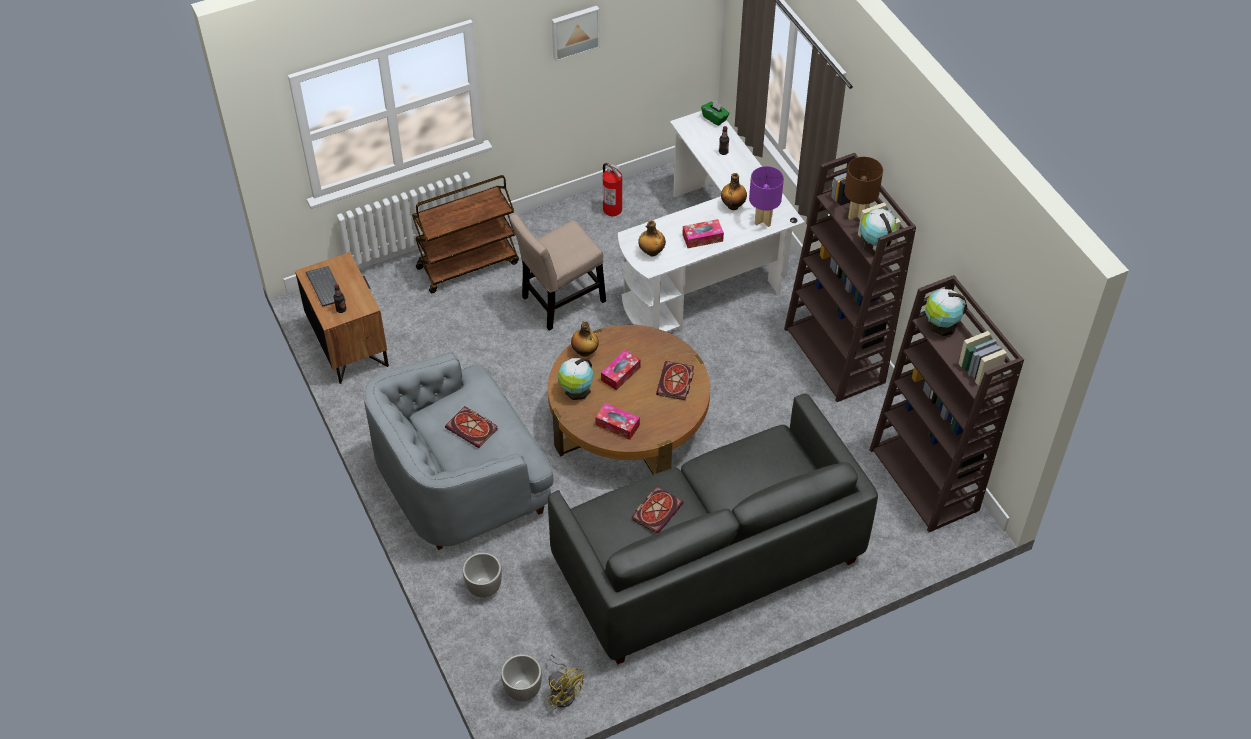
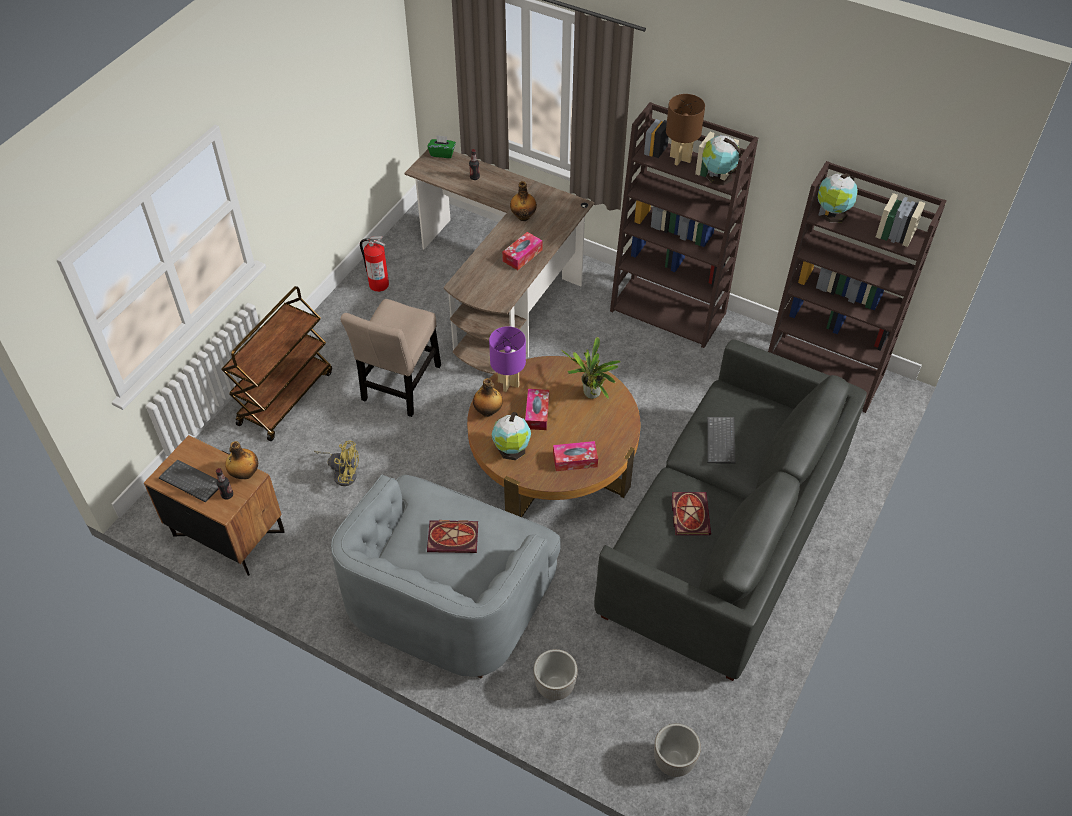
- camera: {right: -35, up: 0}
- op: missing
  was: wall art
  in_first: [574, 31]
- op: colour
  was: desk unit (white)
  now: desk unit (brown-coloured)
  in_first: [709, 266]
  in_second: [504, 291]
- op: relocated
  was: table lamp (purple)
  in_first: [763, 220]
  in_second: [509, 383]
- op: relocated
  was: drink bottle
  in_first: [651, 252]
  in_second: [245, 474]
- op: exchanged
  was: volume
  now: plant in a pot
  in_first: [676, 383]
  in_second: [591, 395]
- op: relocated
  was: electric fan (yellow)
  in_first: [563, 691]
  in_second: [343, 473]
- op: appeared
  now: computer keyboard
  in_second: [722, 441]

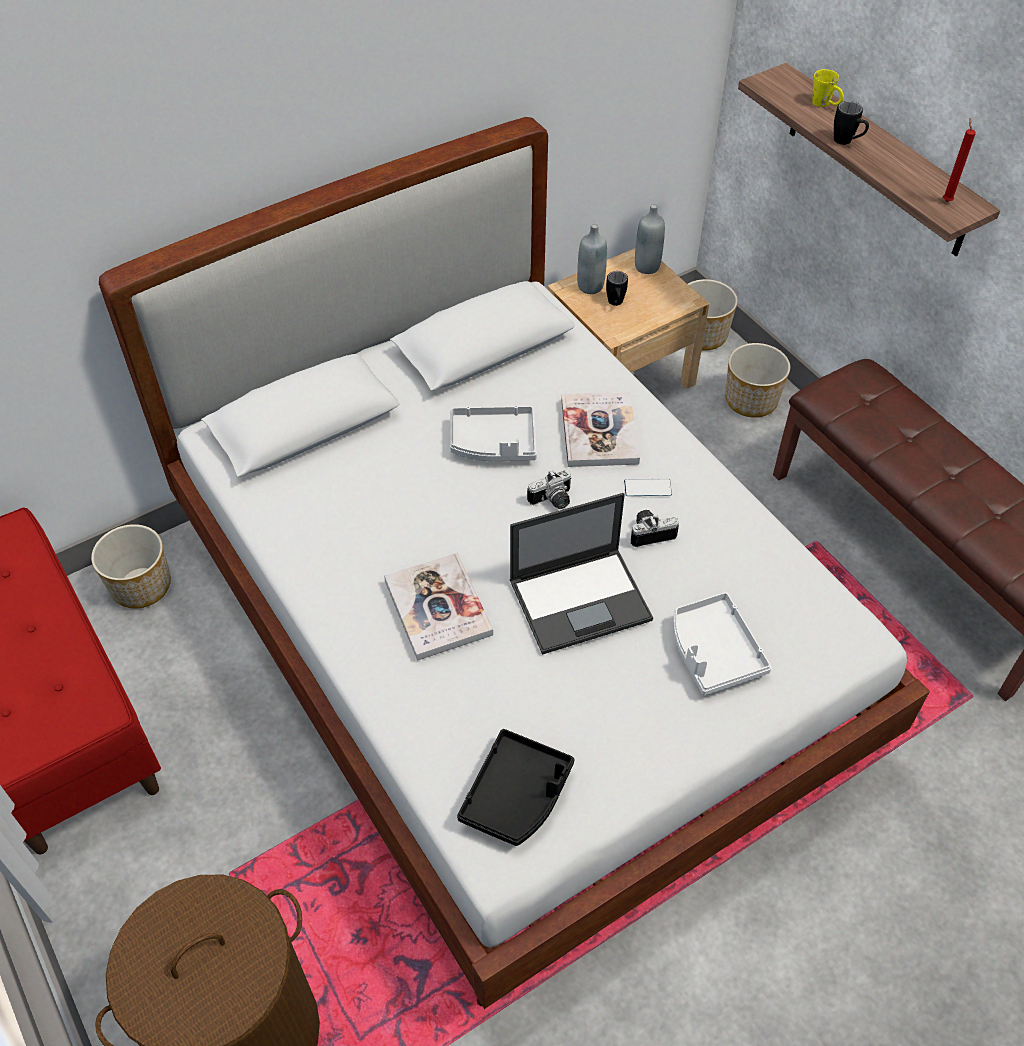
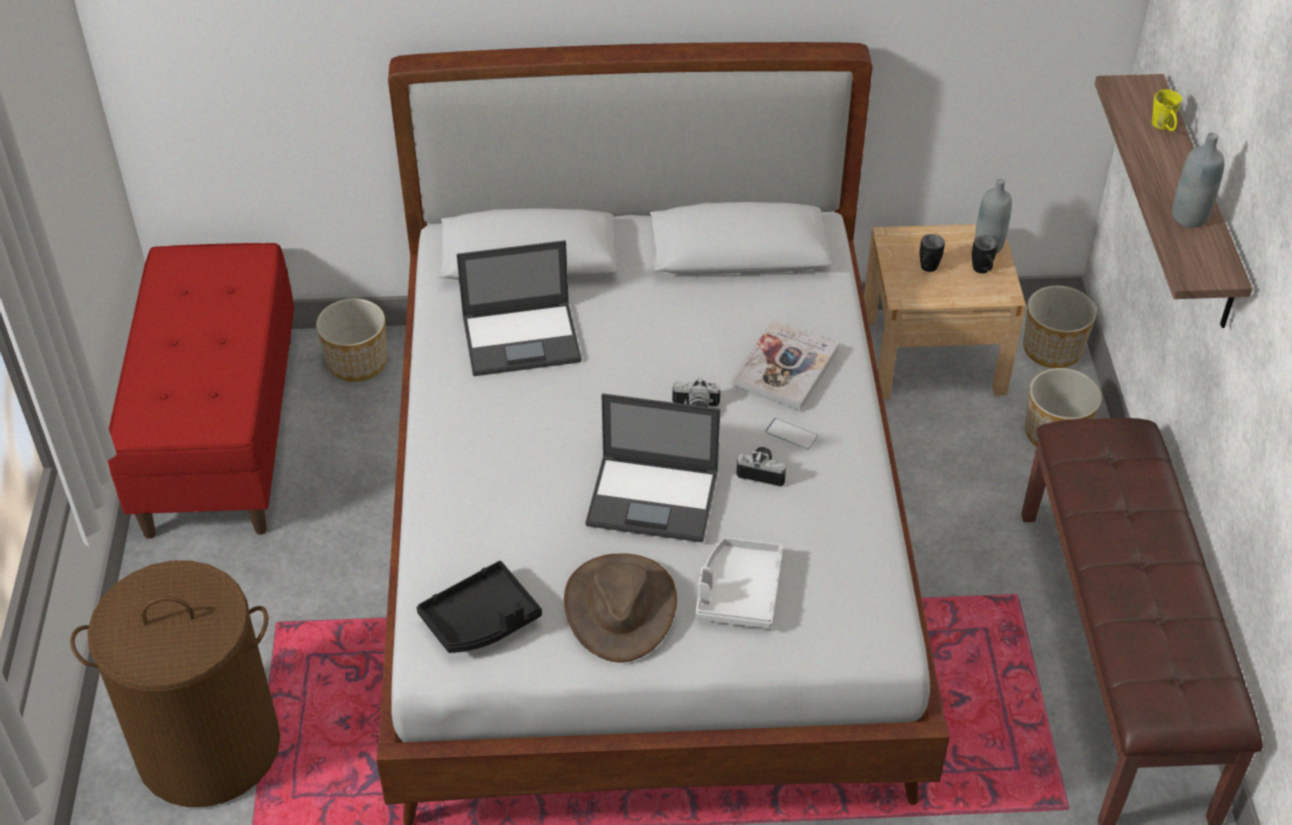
- camera: {right: 30, up: -5}
- op: relocated
  was: tea mug (blackish)
  in_first: [847, 142]
  in_second: [982, 272]
- op: missing
  was: wax candle (red)
  in_first: [946, 200]
- op: relocated
  was: drink bottle (greyish)
  in_first: [590, 286]
  in_second: [1189, 217]
- op: missing
  was: tray (greyish)
  in_first: [493, 443]
- op: missing
  was: volume
  in_first: [438, 608]
- op: appeared
  now: notebook computer
  in_second: [523, 338]
- op: appeared
  now: hat (brown-coloured)
  in_second: [620, 607]

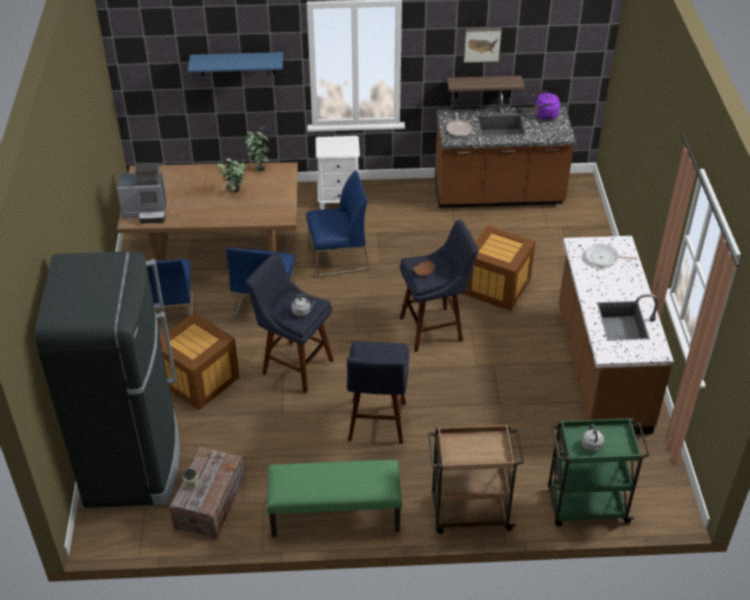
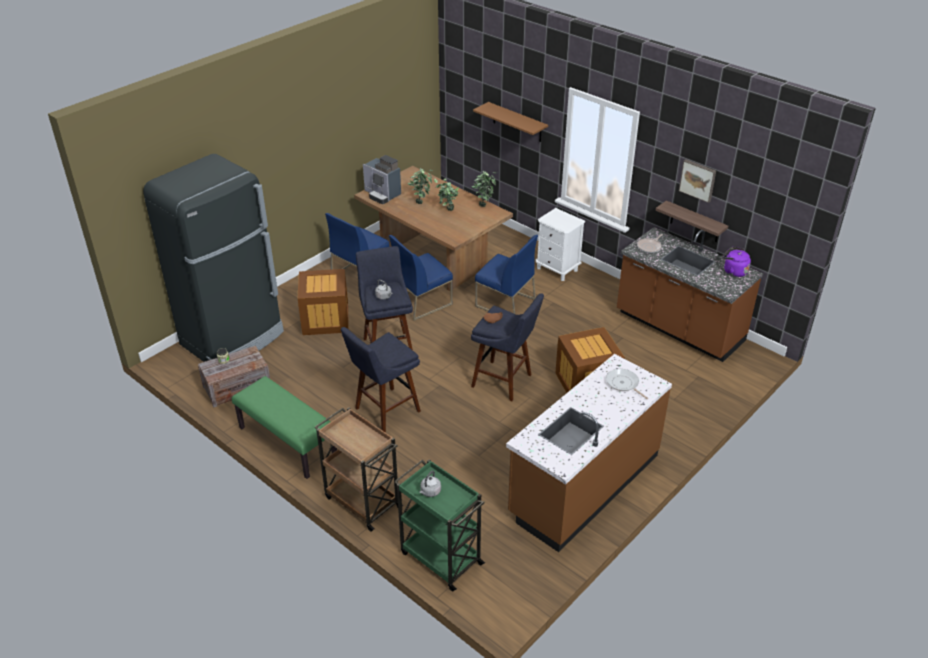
- camera: {right: 45, up: -5}
- op: colour
  was: wall shelf (blue-coloured)
  now: wall shelf (brown-coloured)
  in_first: [237, 64]
  in_second: [517, 122]
- op: appeared
  now: plant in a pot
  in_second: [421, 201]

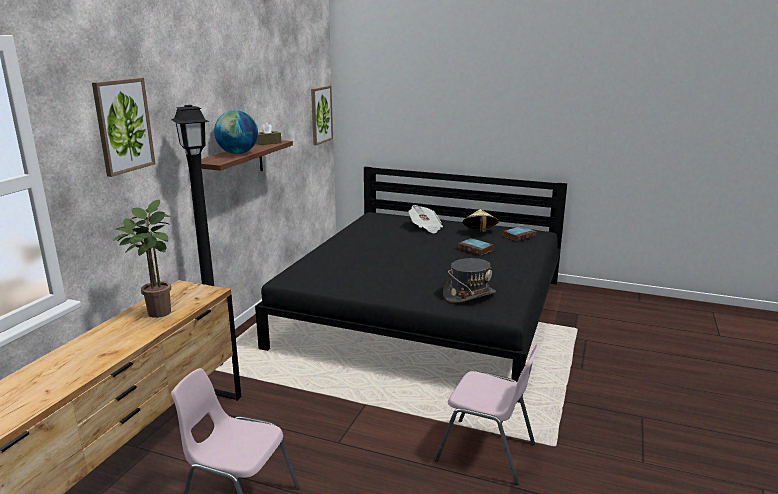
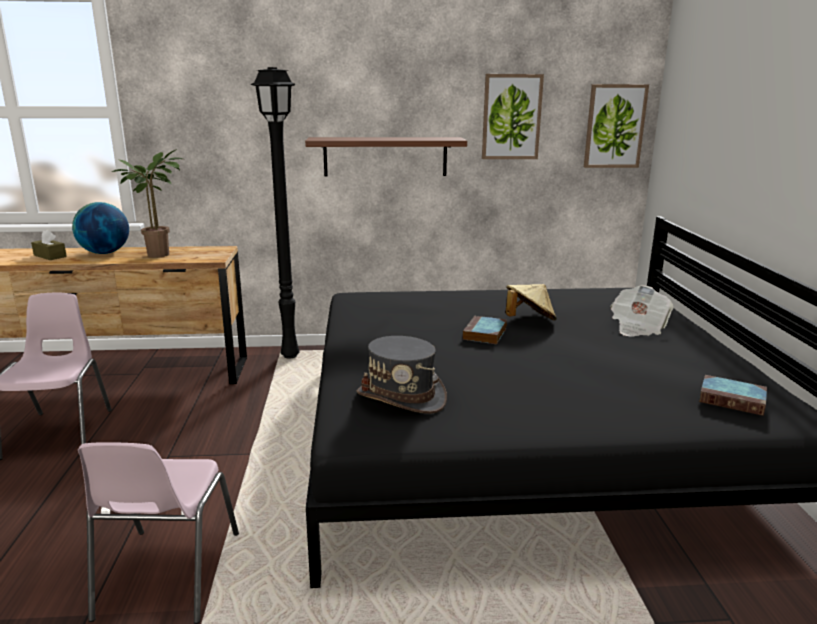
- camera: {right: 65, up: 0}
- op: relocated
  was: wall art
  in_first: [123, 126]
  in_second: [511, 117]
- op: relocated
  was: desk globe
  in_first: [238, 153]
  in_second: [105, 253]
- op: relocated
  was: tissue box (brown-coloured)
  in_first: [268, 143]
  in_second: [50, 256]
- op: relocated
  was: hat (beige)
  in_first: [479, 232]
  in_second: [529, 320]
- op: relocated
  was: volume
  in_first: [476, 249]
  in_second: [485, 334]

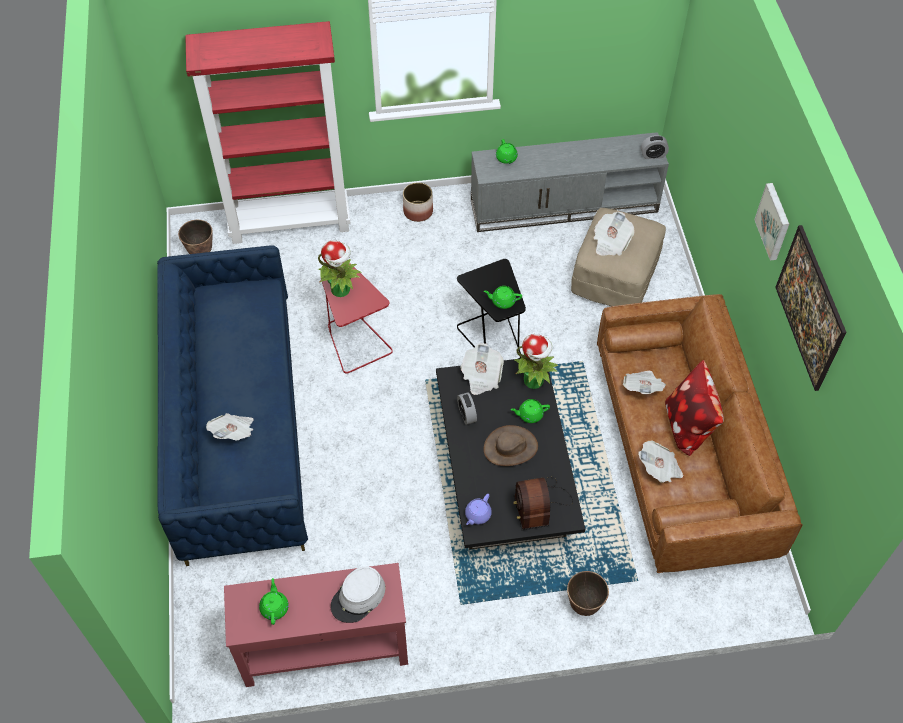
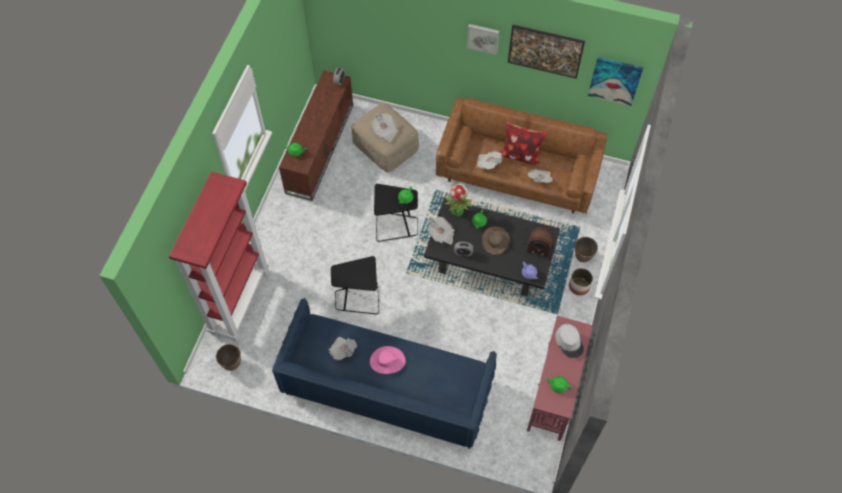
- camera: {right: -65, up: 5}
- op: colour
  was: media console (greyish)
  now: media console (brown-coloured)
  in_first: [564, 205]
  in_second: [319, 147]
- op: relocated
  was: planter
  in_first: [418, 211]
  in_second: [579, 286]
- op: missing
  was: plant in a pot
  in_first: [341, 289]
- op: colour
  was: side table (red)
  now: side table (blackish)
  in_first: [356, 342]
  in_second: [358, 299]
- op: relocated
  was: printed paper
  in_first: [234, 432]
  in_second: [343, 350]
- op: appeared
  now: wall art
  in_second: [615, 80]
- op: appeared
  now: hat (pinkish)
  in_second: [387, 361]

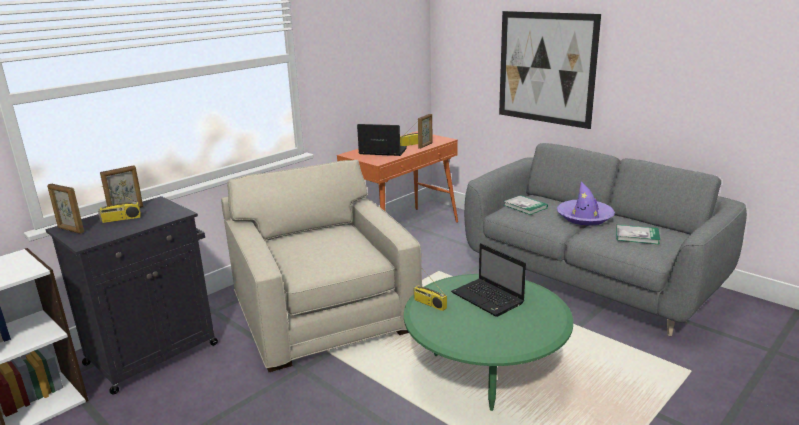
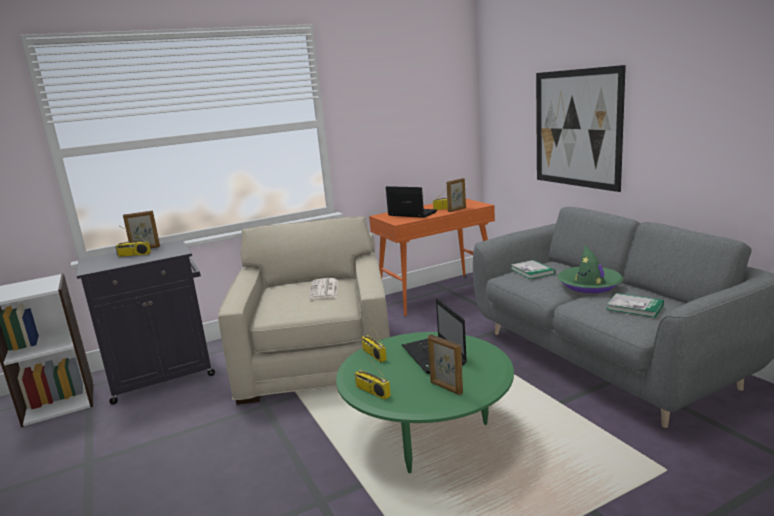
- camera: {right: 20, up: -5}
- op: colour
  was: hat (purple)
  now: hat (green-coloured)
  in_first: [584, 217]
  in_second: [589, 285]
- op: relocated
  was: standing frame
  in_first: [70, 230]
  in_second: [446, 388]
- op: appeared
  now: printed paper
  in_second: [324, 290]
- op: appeared
  now: radio set
  in_second: [372, 391]

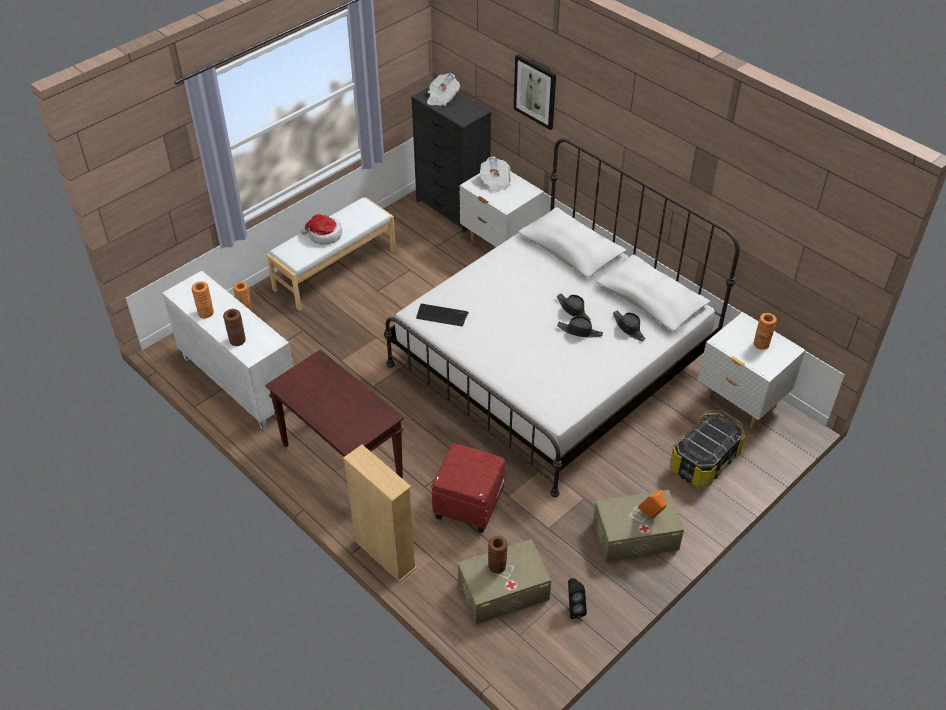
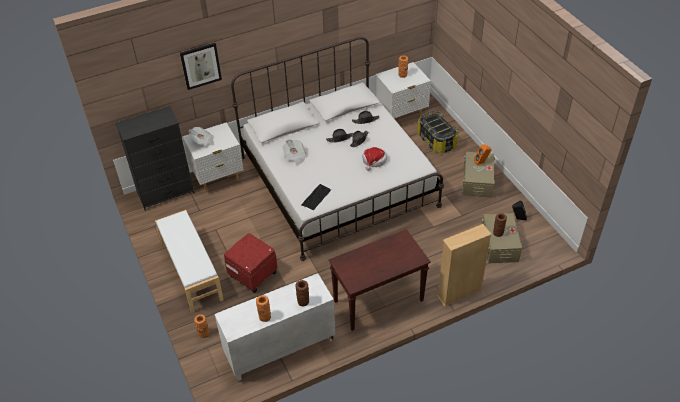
- camera: {right: -70, up: 0}
- op: relocated
  was: printed paper
  in_first: [442, 98]
  in_second: [295, 157]
- op: relocated
  was: hat
  in_first: [324, 235]
  in_second: [374, 160]
- op: relocated
  was: ottoman (red)
  in_first: [468, 504]
  in_second: [252, 274]

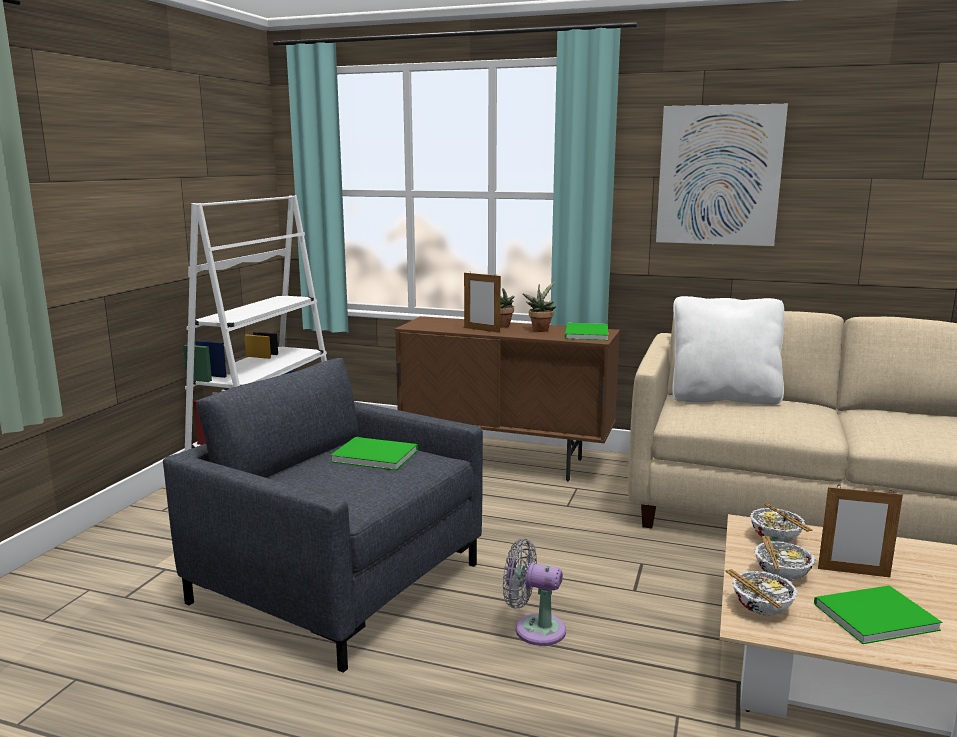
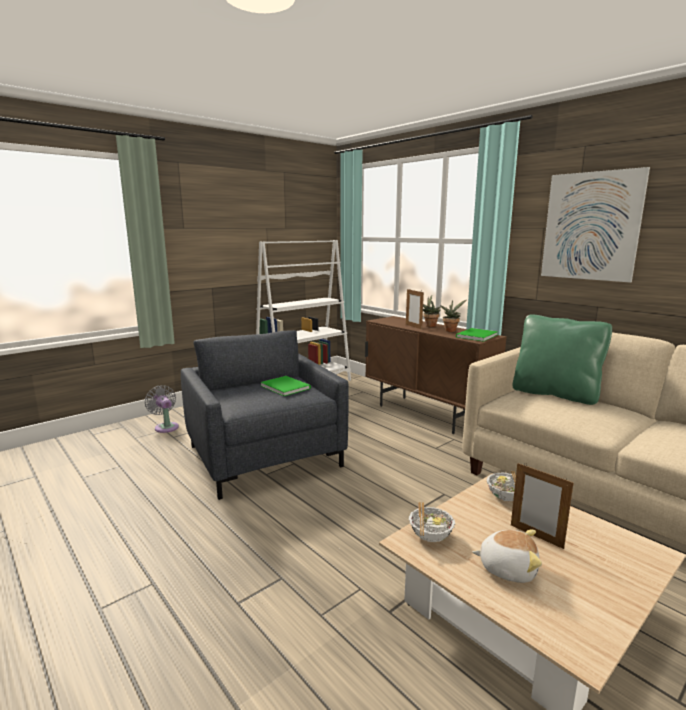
- camera: {right: 30, up: 0}
- op: colour
  was: throw pillow (white)
  now: throw pillow (green-coloured)
  in_first: [723, 398]
  in_second: [555, 394]
- op: missing
  was: deep dish
  in_first: [781, 575]
- op: relocated
  was: electric fan (greyish)
  in_first: [534, 629]
  in_second: [165, 427]
- op: exchanged
  was: volume (green-coloured)
  now: soft toy
  in_first: [871, 616]
  in_second: [507, 568]

